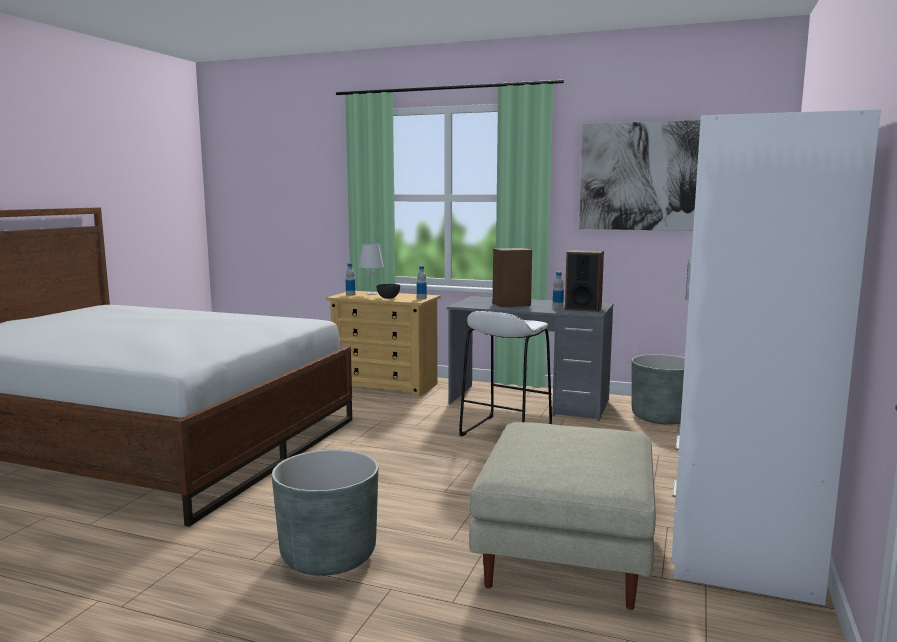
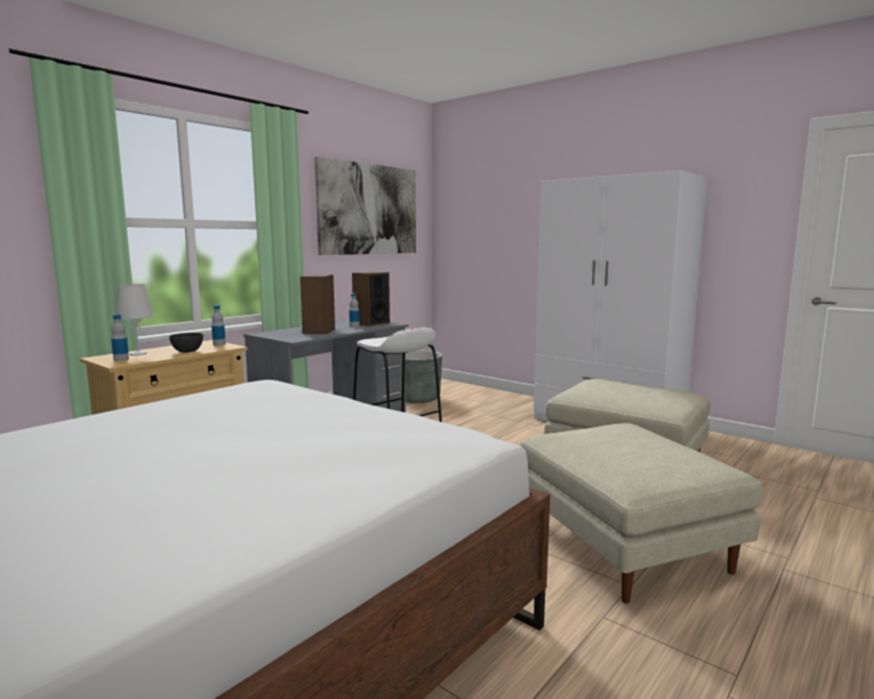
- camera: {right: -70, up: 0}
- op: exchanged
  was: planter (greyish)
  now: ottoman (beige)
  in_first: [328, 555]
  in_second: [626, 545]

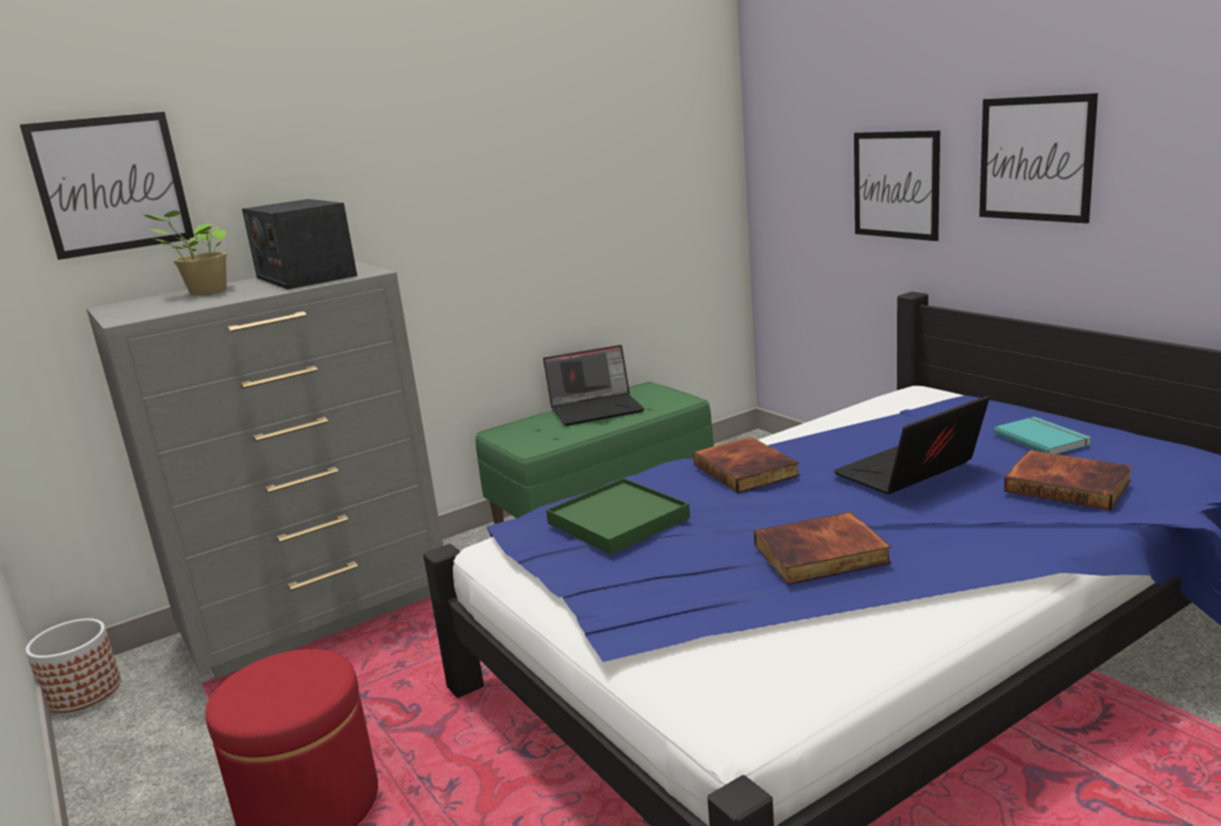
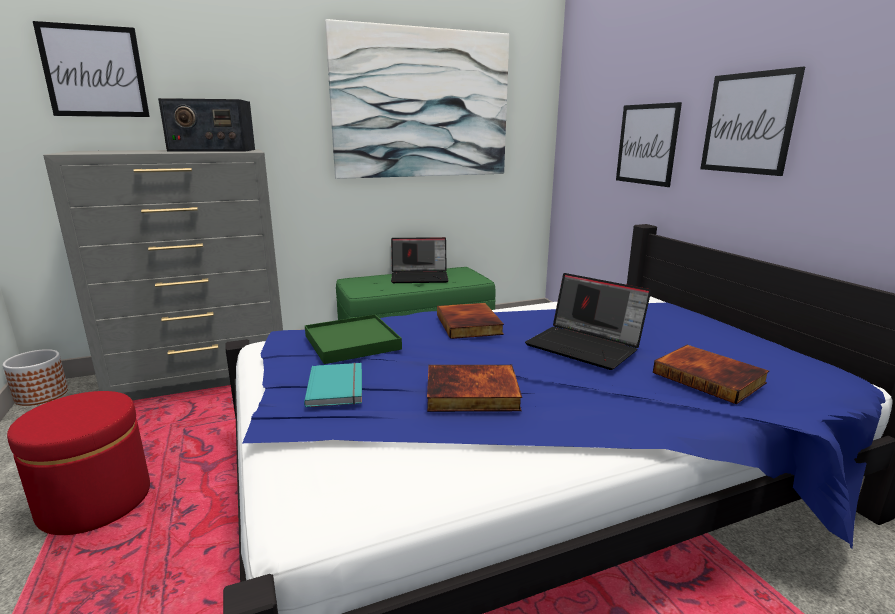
- camera: {right: 10, up: 0}
- op: spun
  was: radio set
  in_first: [305, 276]
  in_second: [212, 150]
  clockwise: -75
- op: missing
  was: plant in a pot
  in_first: [205, 292]
- op: spun
  was: notebook computer
  in_first: [908, 473]
  in_second: [585, 346]
  clockwise: -120
- op: relocated
  was: volume (blue-green)
  in_first: [1043, 439]
  in_second: [338, 387]
- op: appeared
  now: wall art
  in_second: [422, 104]

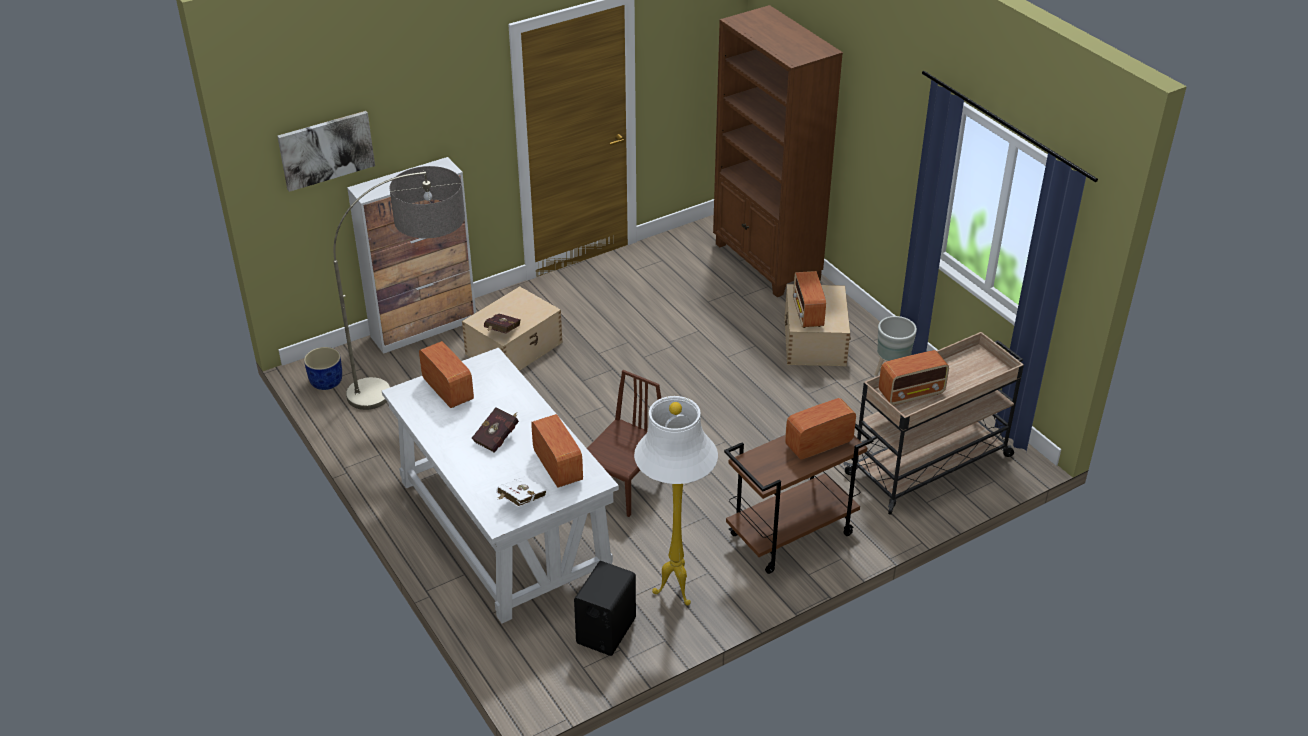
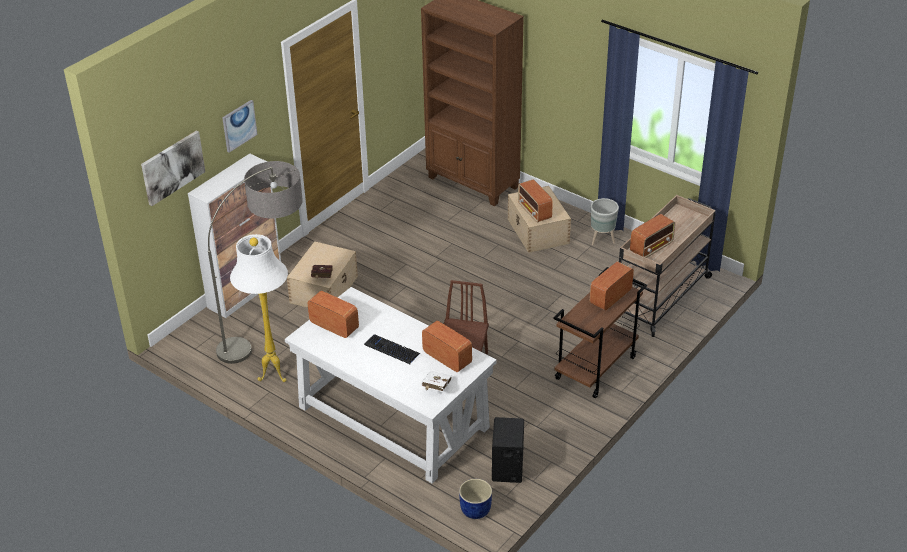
- camera: {right: -20, up: 0}
- op: relocated
  was: planter (blue-coloured)
  in_first: [326, 382]
  in_second: [475, 510]
- op: relocated
  was: standing lamp (white)
  in_first: [674, 593]
  in_second: [272, 377]
- op: exchanged
  was: volume (red)
  now: computer keyboard
  in_first: [498, 438]
  in_second: [392, 350]
- op: appeared
  now: wall art
  in_second: [239, 125]

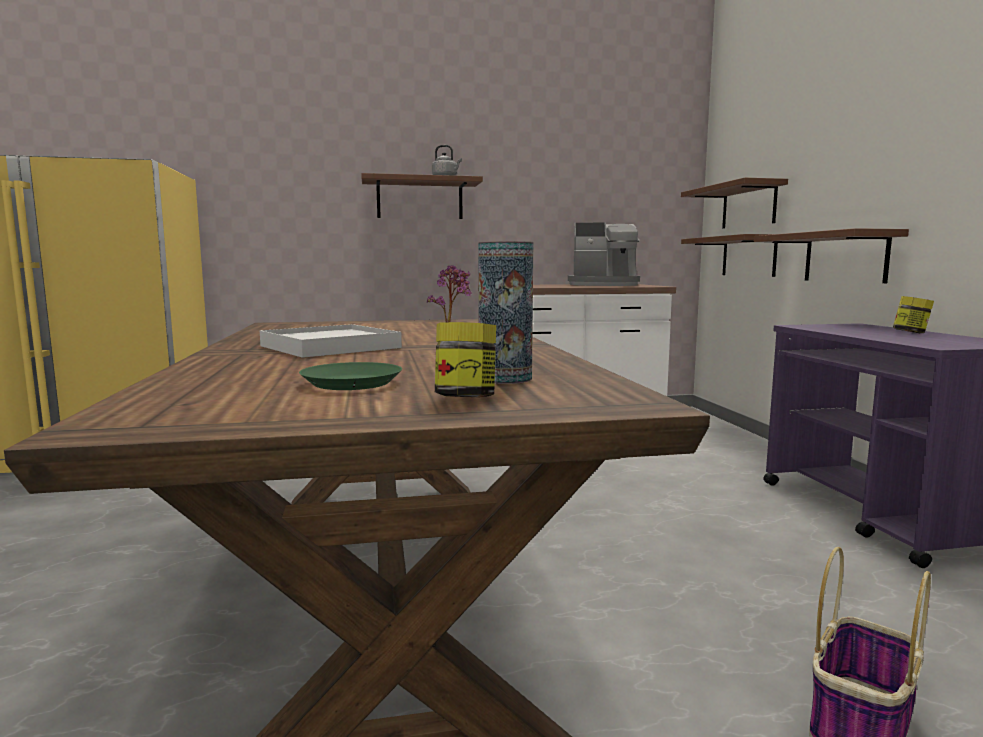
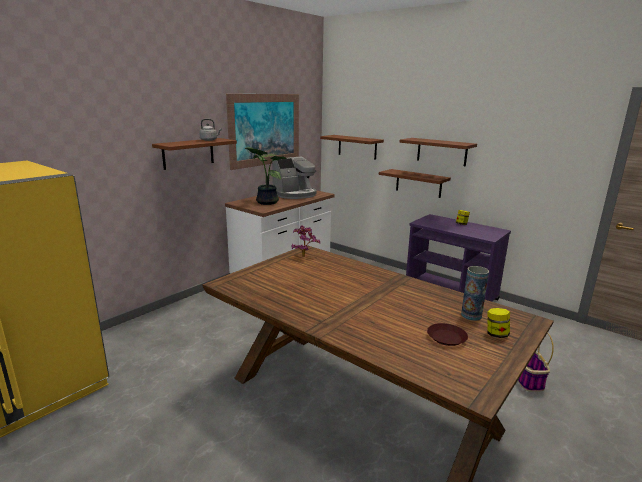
- camera: {right: -40, up: 10}
- op: relocated
  was: wall shelf (brown-coloured)
  in_first: [748, 256]
  in_second: [441, 151]
- op: missing
  was: tray (white)
  in_first: [330, 347]
- op: colour
  was: dinner plate (green-coloured)
  now: dinner plate (brown-coloured)
  in_first: [351, 383]
  in_second: [446, 338]
- op: appeared
  now: wall art
  in_second: [265, 129]
- op: appeared
  now: plant in a pot
  in_second: [265, 202]

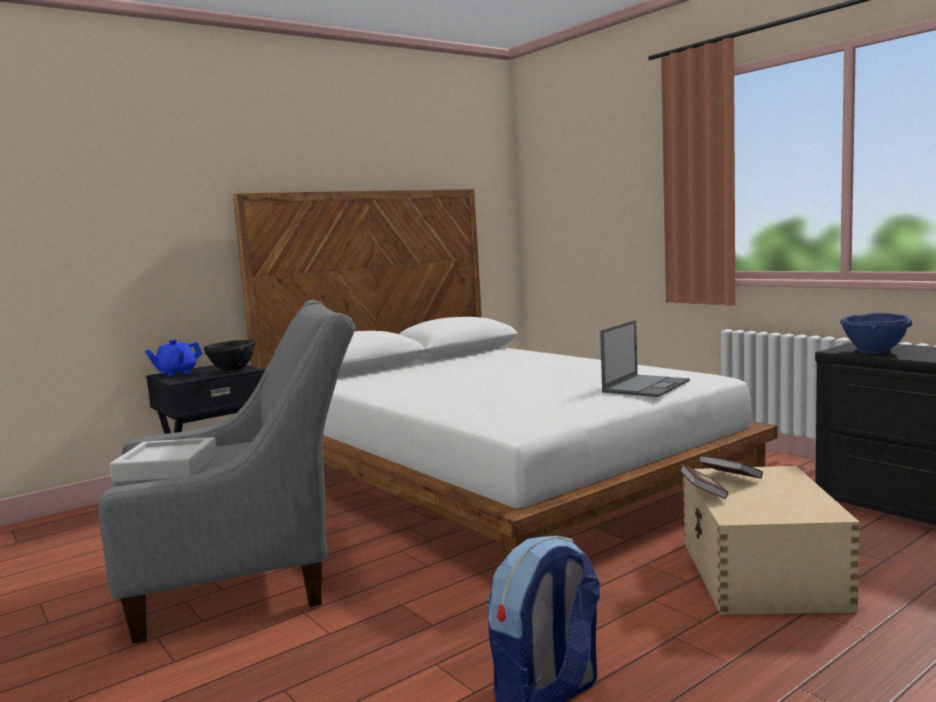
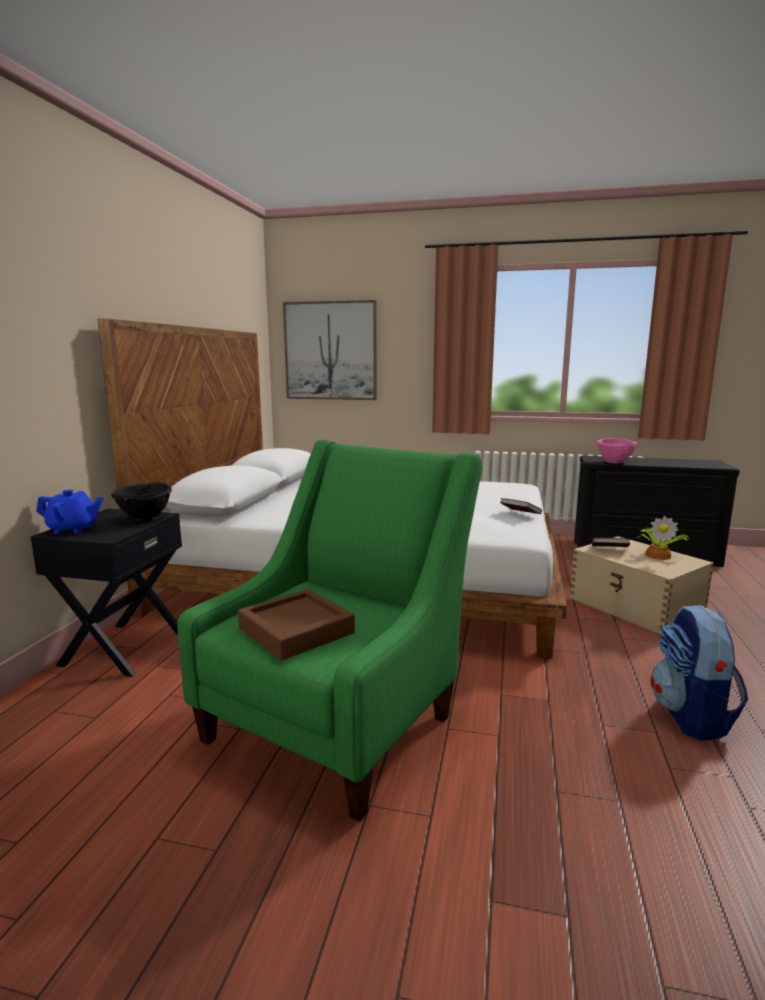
- camera: {right: -40, up: 5}
- op: colour
  was: lounge chair (greyish)
  now: lounge chair (green-coloured)
  in_first: [248, 577]
  in_second: [340, 719]
- op: colour
  was: deep dish (blue-coloured)
  now: deep dish (pinkish)
  in_first: [874, 352]
  in_second: [615, 462]
- op: missing
  was: notebook computer
  in_first: [646, 386]
- op: spun
  was: pot for tea (blue-coloured)
  in_first: [176, 373]
  in_second: [73, 529]
  clockwise: -105
- op: colour
  was: tray (greyish)
  now: tray (brown-coloured)
  in_first: [167, 468]
  in_second: [296, 631]
- op: relocated
  was: volume
  in_first: [703, 493]
  in_second: [520, 514]
- op: appeared
  now: wall art
  in_second: [330, 351]
- op: appeared
  now: plant in a pot
  in_second: [659, 555]

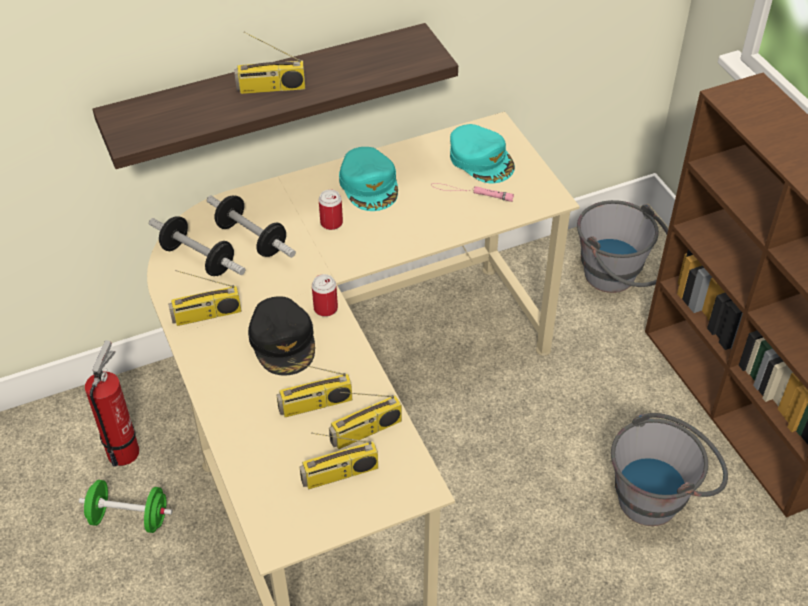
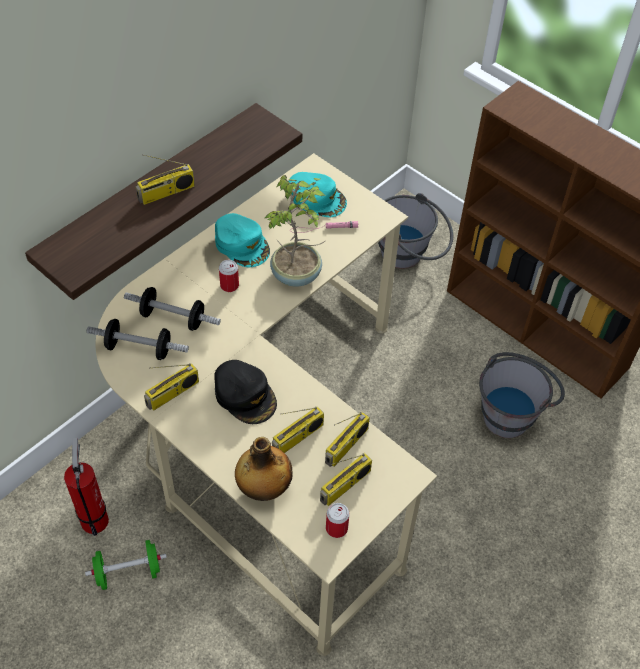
- camera: {right: -25, up: 5}
- op: relocated
  was: sealed can
  in_first: [325, 308]
  in_second: [336, 528]
- op: appeared
  now: plant in a pot
  in_second: [297, 275]
- op: appeared
  now: drink bottle
  in_second: [263, 488]

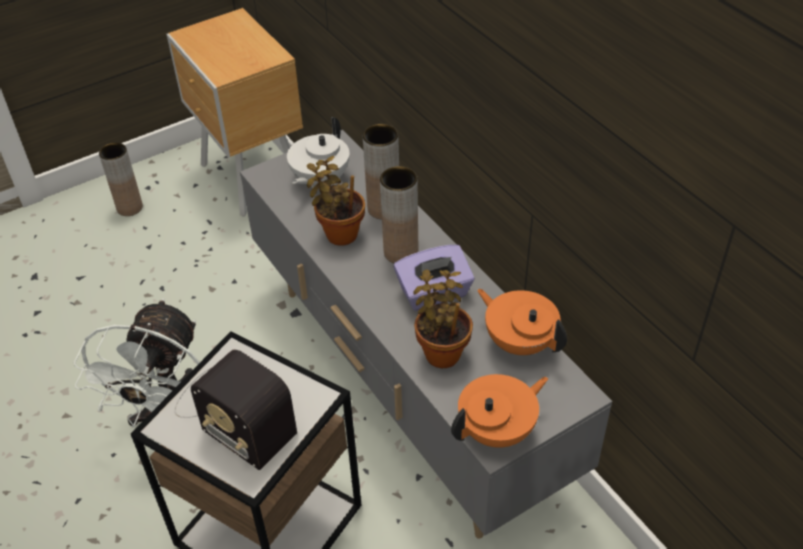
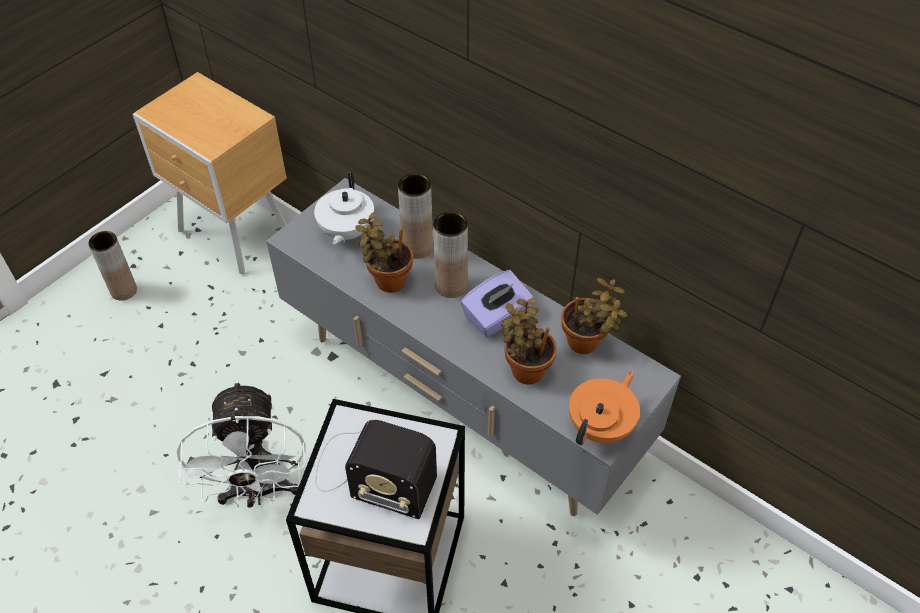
- camera: {right: -20, up: 5}
- op: exchanged
  was: pot for tea (orange-coloured)
  now: plant in a pot
  in_first: [519, 342]
  in_second: [586, 343]

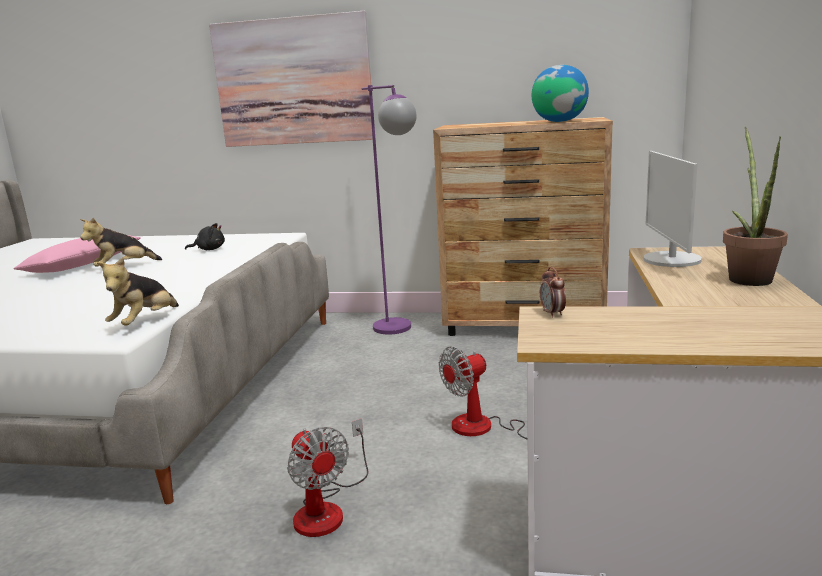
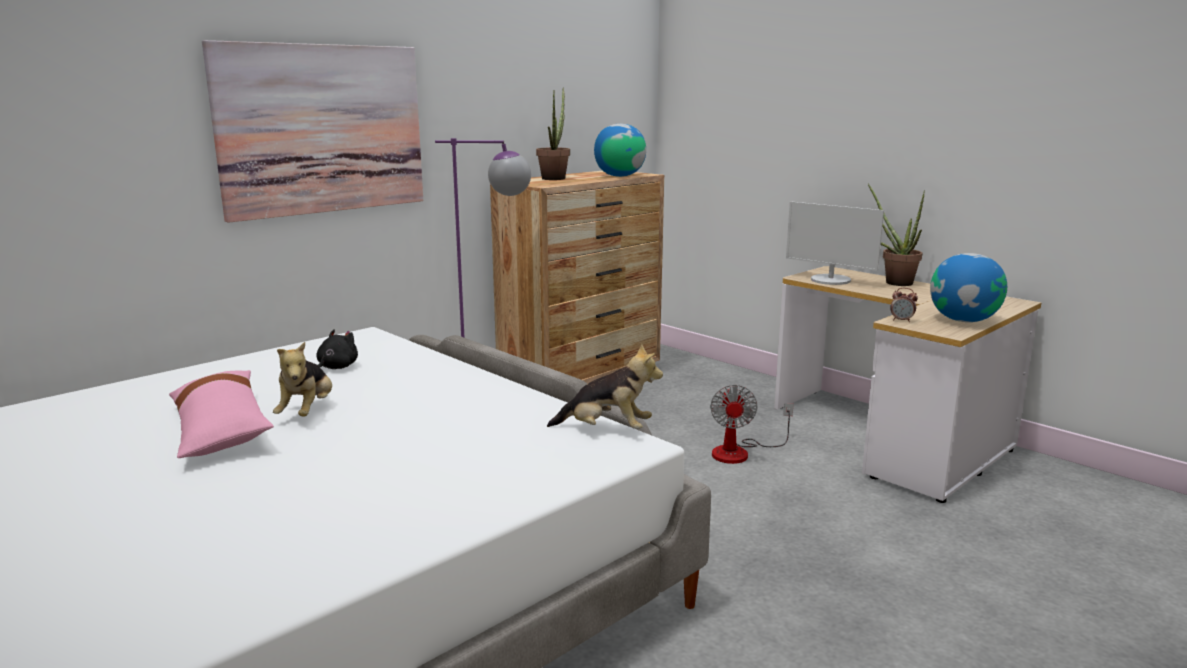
- camera: {right: -55, up: 0}
- op: spun
  was: soft toy
  in_first: [145, 322]
  in_second: [606, 430]
  clockwise: -45
- op: missing
  was: electric fan
  in_first: [327, 509]
- op: appeared
  now: plant in a pot
  in_second: [555, 178]
- op: appeared
  now: desk globe
  in_second: [963, 320]

